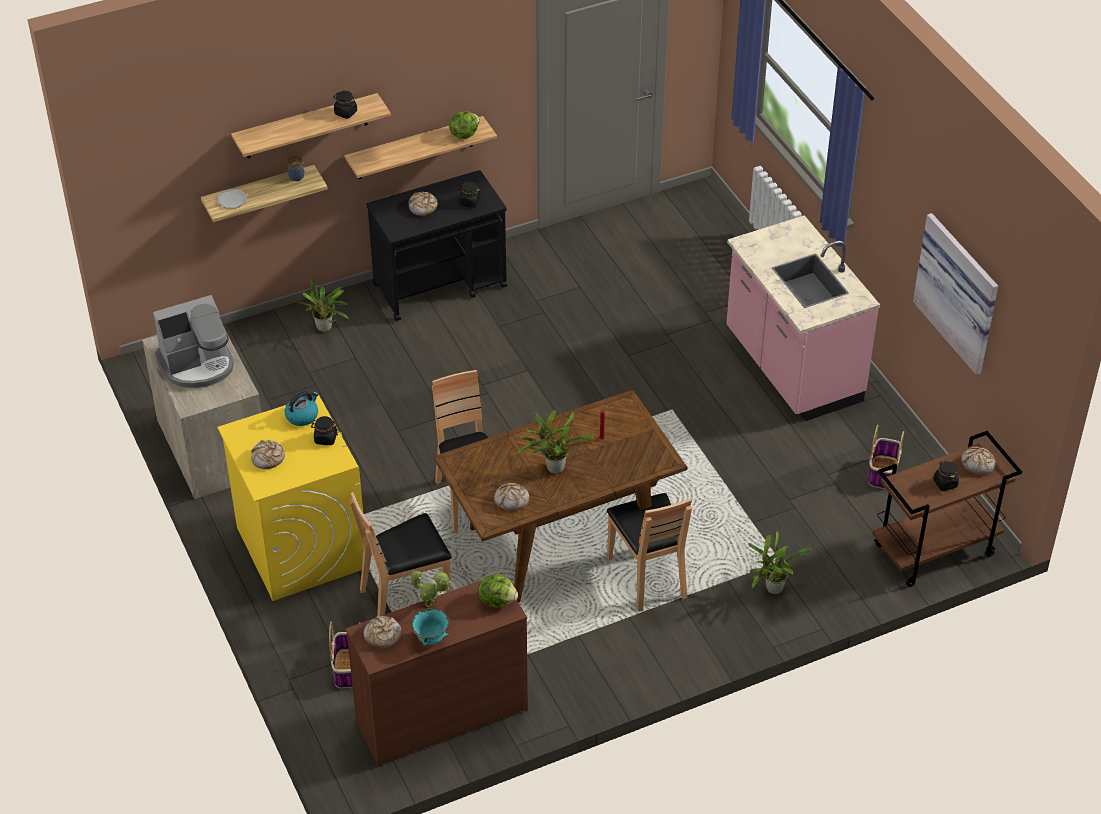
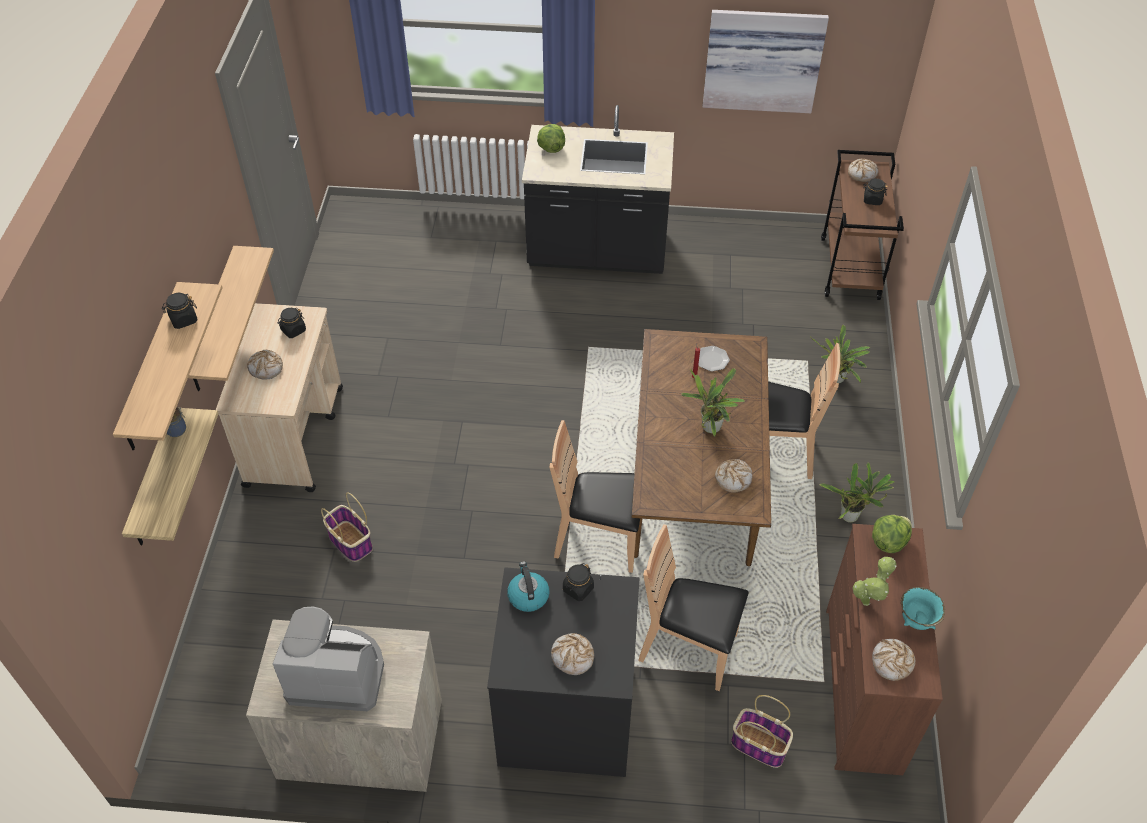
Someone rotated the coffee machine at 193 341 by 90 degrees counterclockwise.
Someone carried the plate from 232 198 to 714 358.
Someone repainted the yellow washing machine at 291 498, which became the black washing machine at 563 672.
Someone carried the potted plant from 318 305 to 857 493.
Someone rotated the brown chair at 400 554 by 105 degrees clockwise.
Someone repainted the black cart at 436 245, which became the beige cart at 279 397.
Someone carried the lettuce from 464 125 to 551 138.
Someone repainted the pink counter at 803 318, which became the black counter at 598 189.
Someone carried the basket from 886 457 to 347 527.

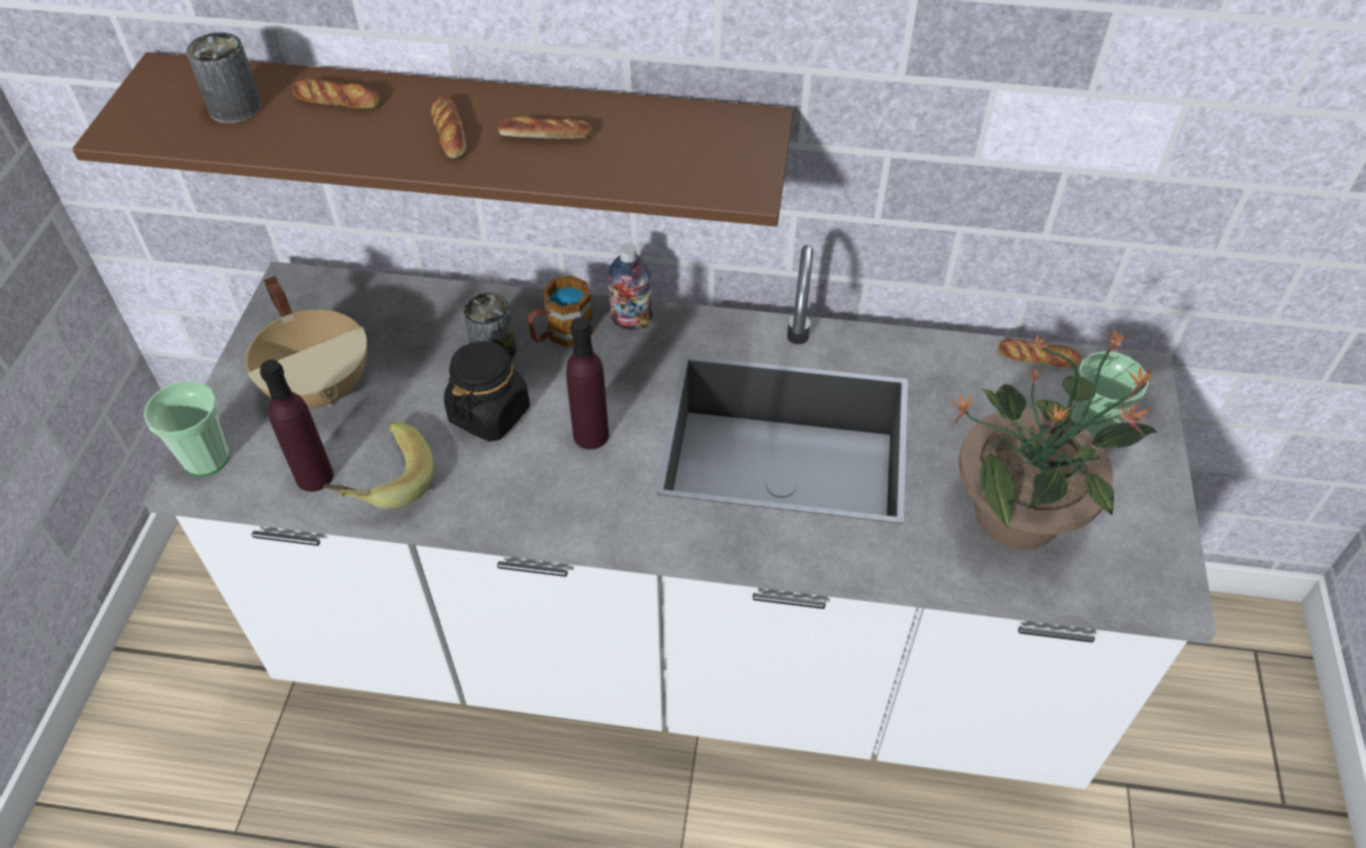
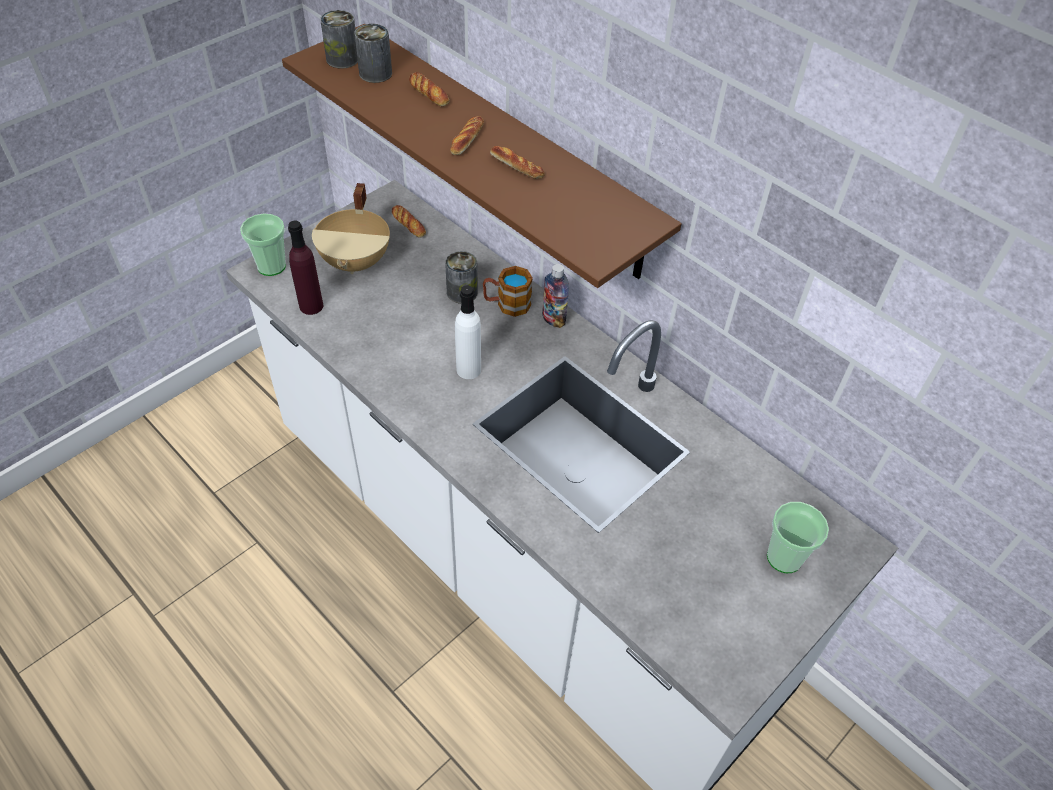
Someone took away the banana at 378 465.
Someone took away the black jar at 487 390.
Someone repainted the purple bottle at 587 383, which became the white bottle at 468 332.
Someone took away the potted plant at 1054 439.
Someone carried the bread from 1039 353 to 409 221.
Someone put down the can at 339 39.

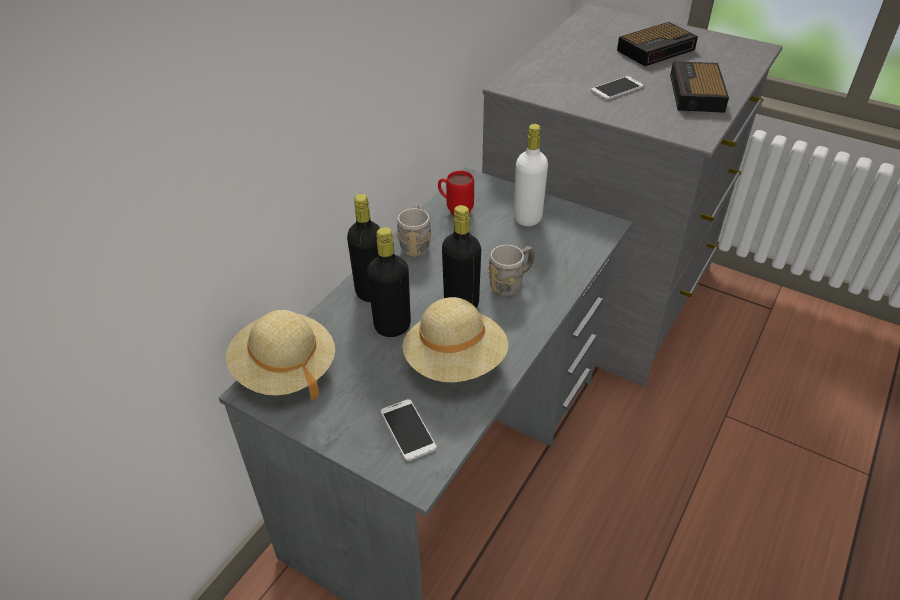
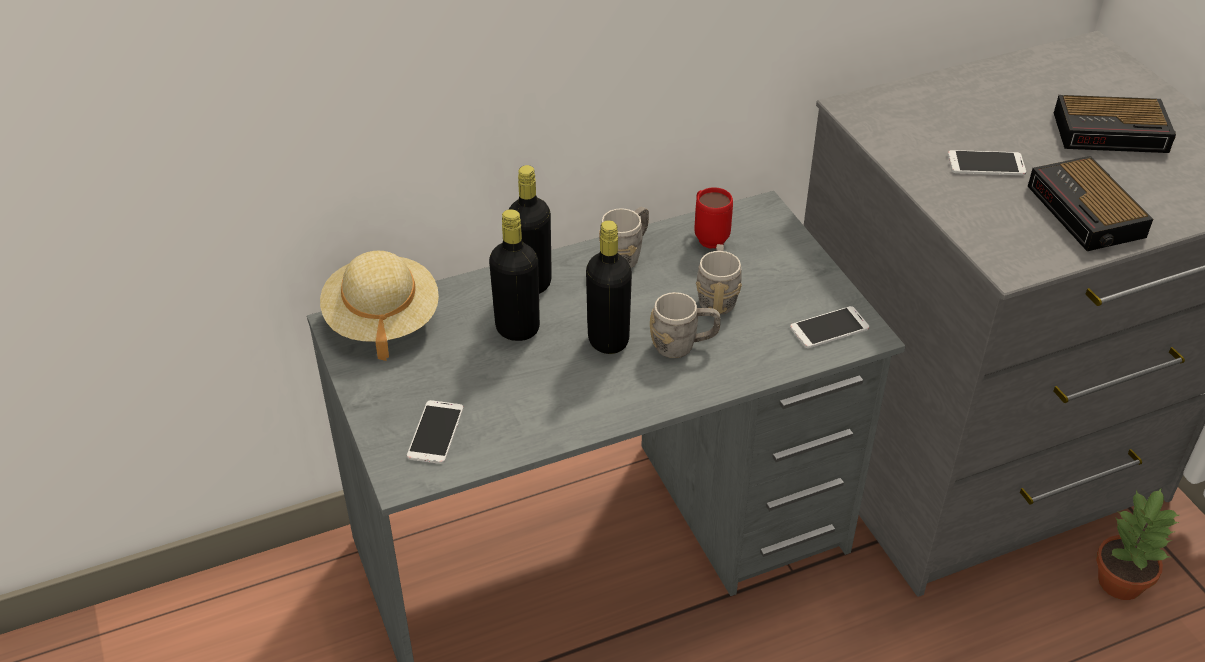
Someone took away the beige hat at 455 339.
Someone took away the white bottle at 531 175.
Someone rotated the alarm clock at 699 87 by 60 degrees counterclockwise.
Someone put down the grey mug at 719 279.
Someone put down the phone at 829 327.
Someone put down the potted plant at 1137 543.

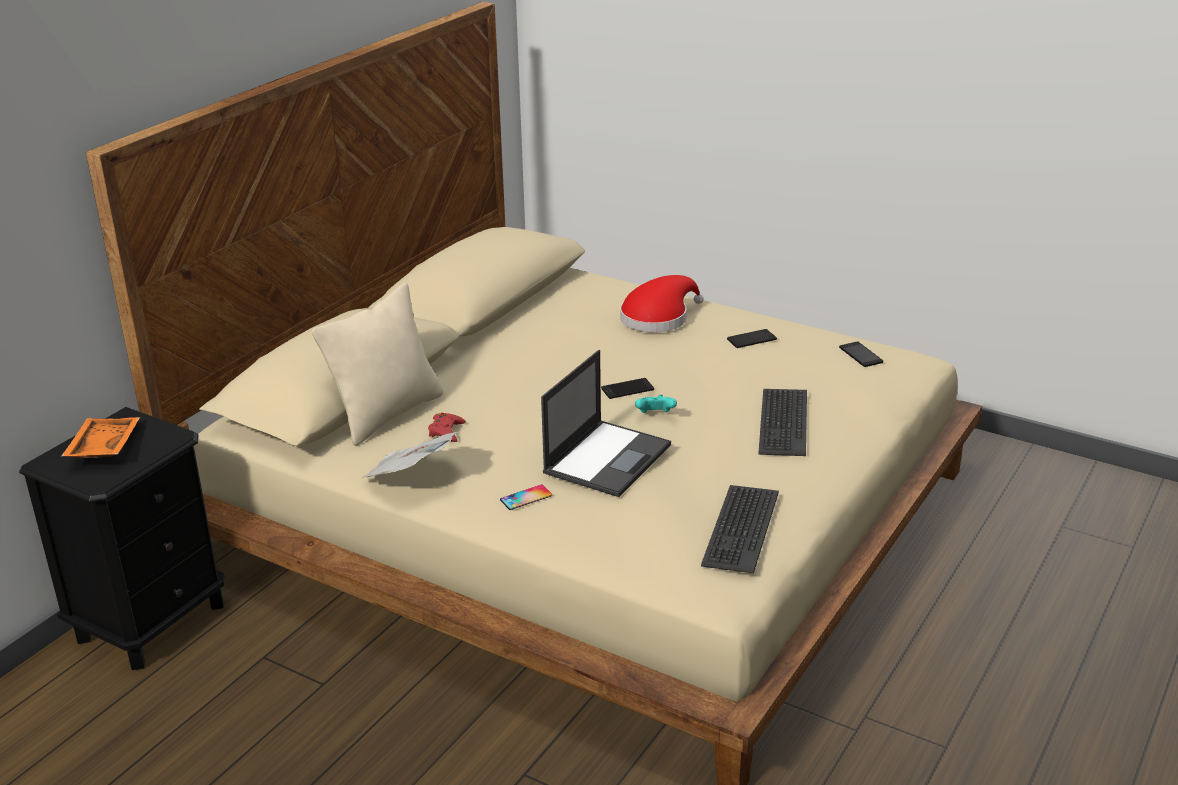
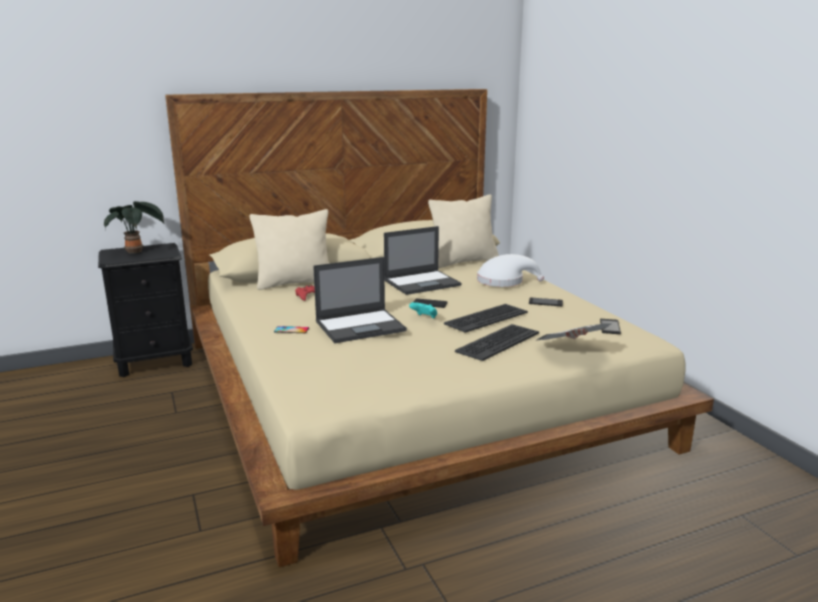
Someone swapped the orange tray at 100 438 for the potted plant at 134 227.
Someone carried the newspaper from 410 454 to 573 332.
Someone repainted the red hat at 662 303, which became the white hat at 510 270.
Someone carried the keyboard from 740 529 to 486 318.
Someone put down the laptop at 422 260.
Someone put down the beige pillow at 463 231.

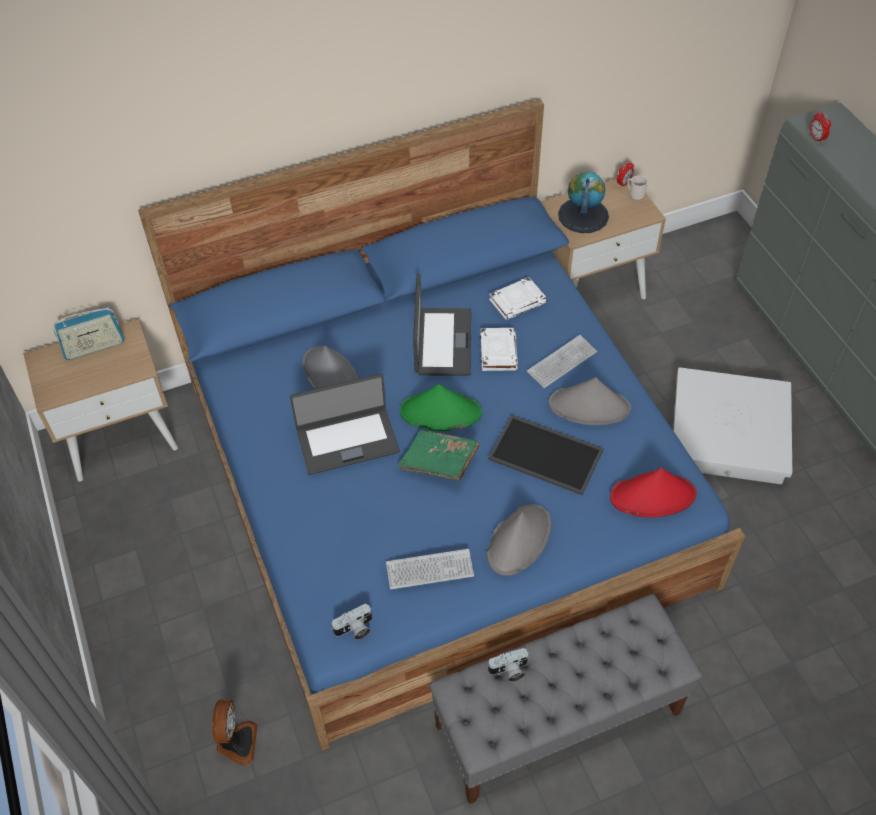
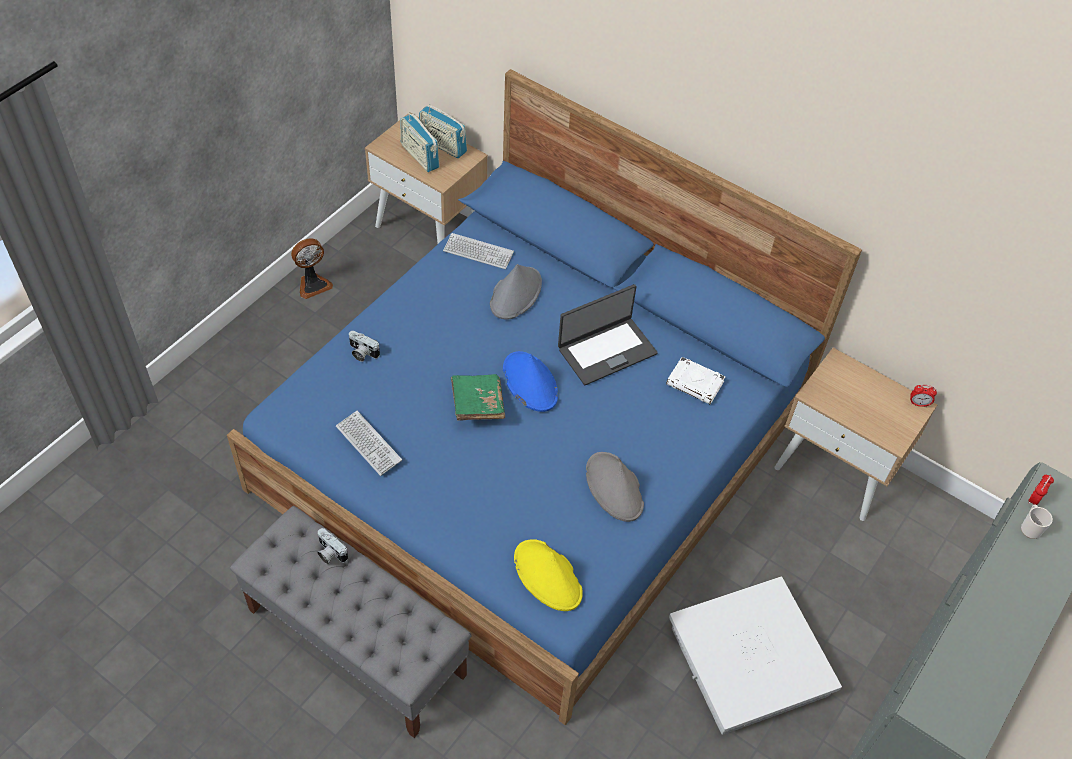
Someone carried the fan from 234 732 to 312 269.
Someone took away the laptop at 345 424.
Someone carried the photo camera from 351 622 to 364 346.
Someone repainted the green hat at 441 407, which became the blue hat at 530 381.
Someone took away the white book at 499 349.
Someone took away the grey hat at 519 540.
Someone took away the tray at 546 454.
Someone carried the keyboard from 562 361 to 478 251.
Someone took away the globe at 583 202.
Someone repainted the red hat at 653 493, which became the yellow hat at 548 575.
Someone carried the mug from 637 187 to 1037 522.
Someone put down the radio at 420 142.

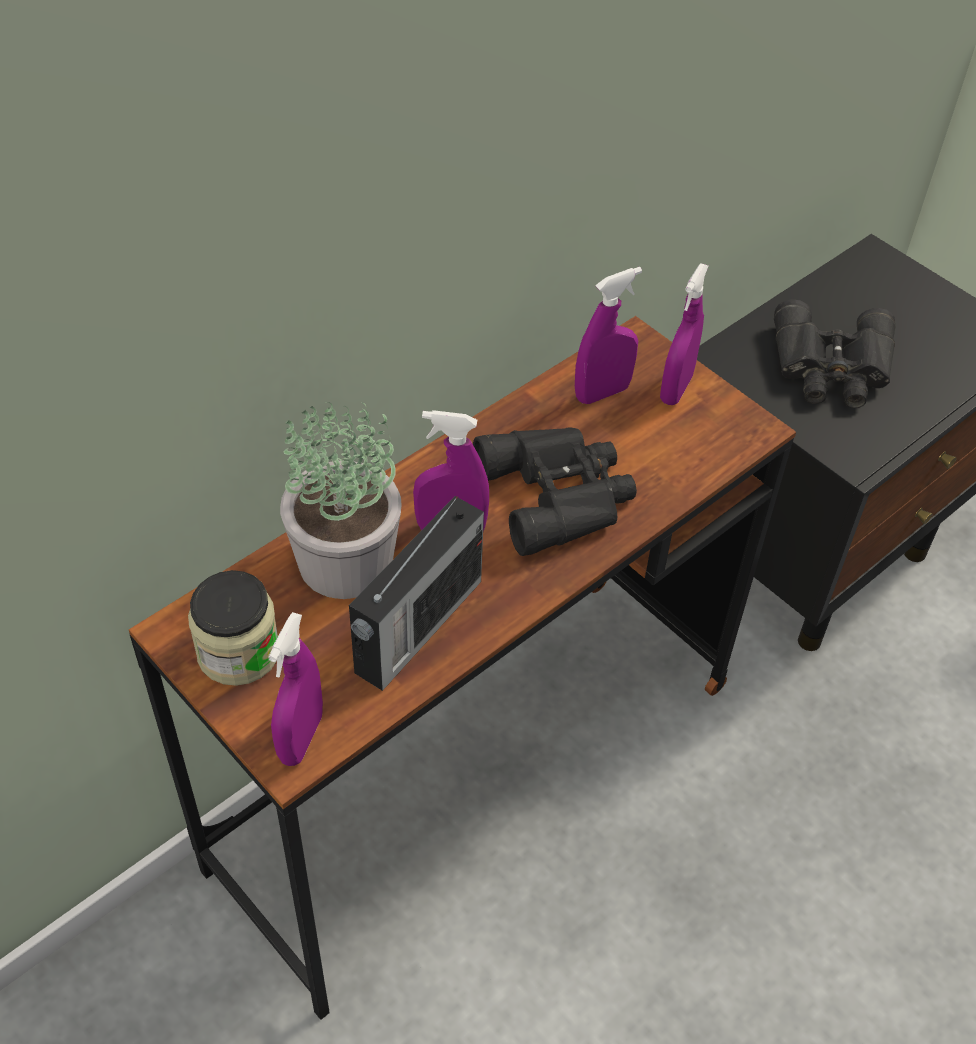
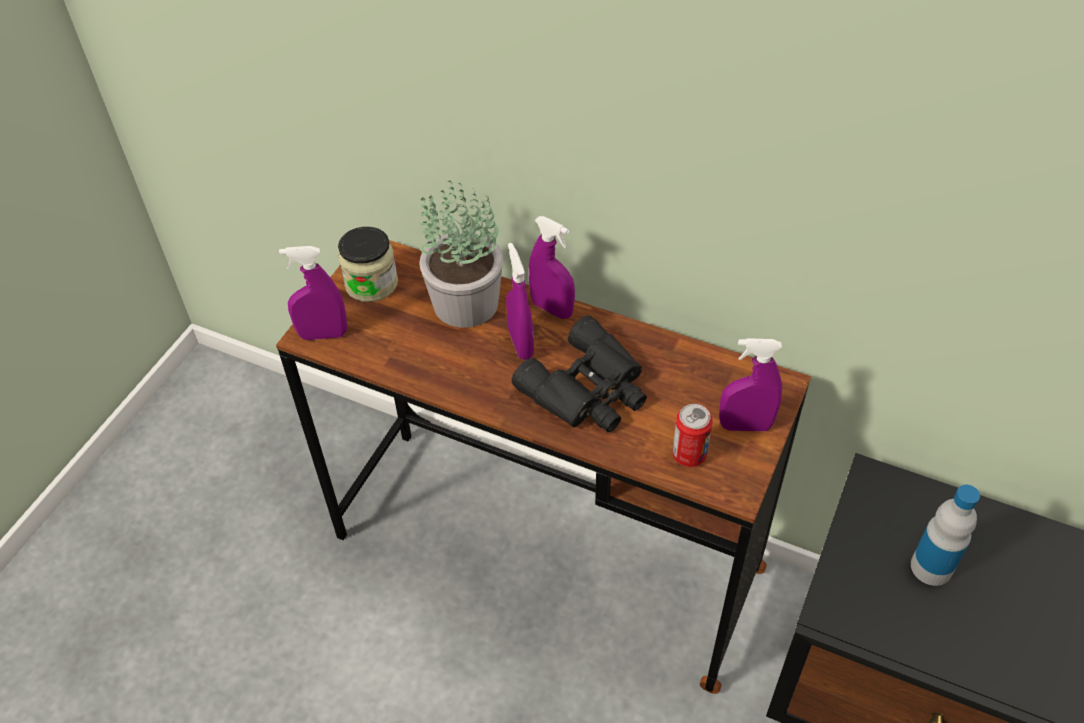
Someone took away the radio at 416 593.
Someone carried the purple spray bottle from 608 335 to 552 267.
Someone swapped the black binoculars at 834 354 for the bottle at 945 535.
Someone put down the can at 692 435.

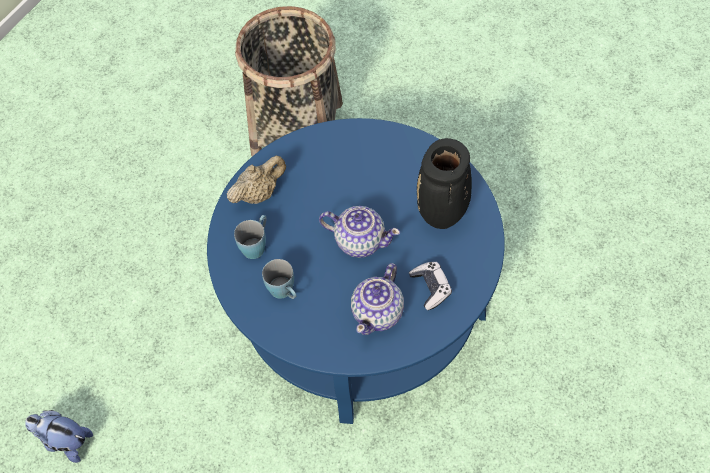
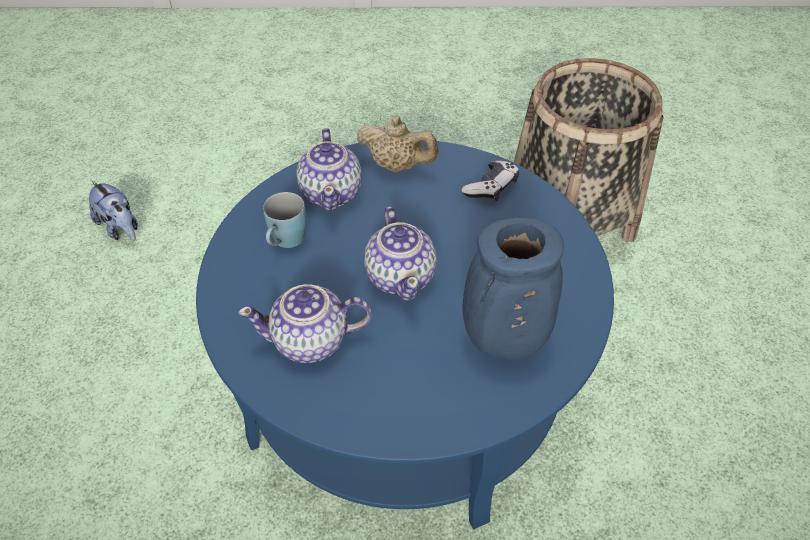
Someone rotated the plush toy at 59 436 by 150 degrees clockwise.
Someone swapped the blue mug at 250 237 for the teapot at 329 169.
Someone carried the game controller from 430 286 to 490 180.
Someone repainted the black vase at 444 183, which became the blue vase at 513 289.

